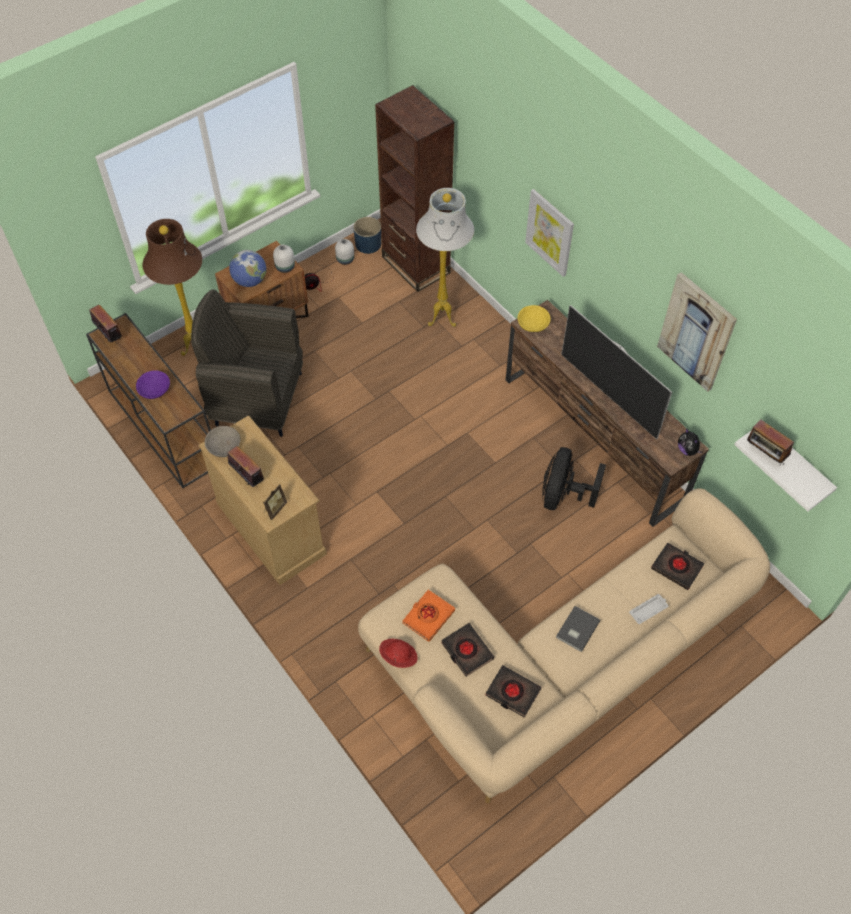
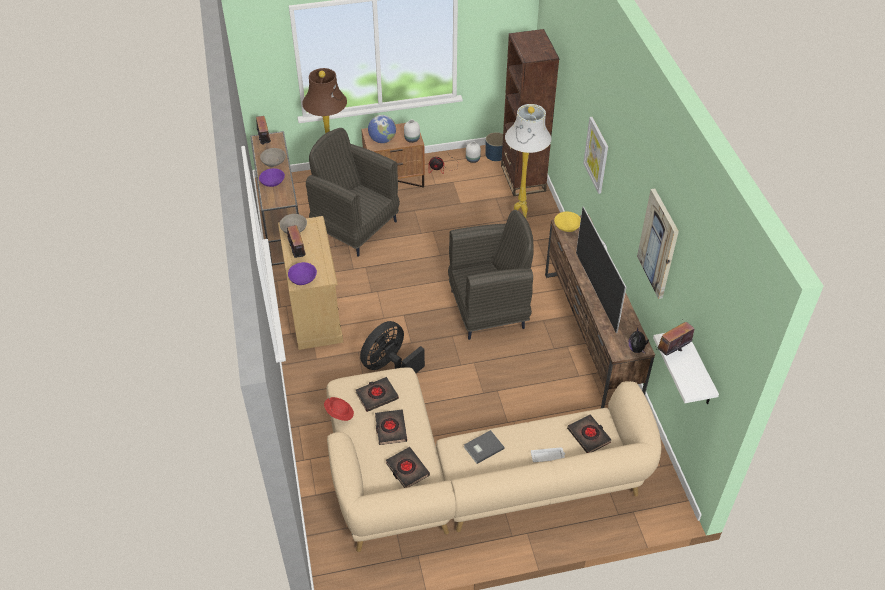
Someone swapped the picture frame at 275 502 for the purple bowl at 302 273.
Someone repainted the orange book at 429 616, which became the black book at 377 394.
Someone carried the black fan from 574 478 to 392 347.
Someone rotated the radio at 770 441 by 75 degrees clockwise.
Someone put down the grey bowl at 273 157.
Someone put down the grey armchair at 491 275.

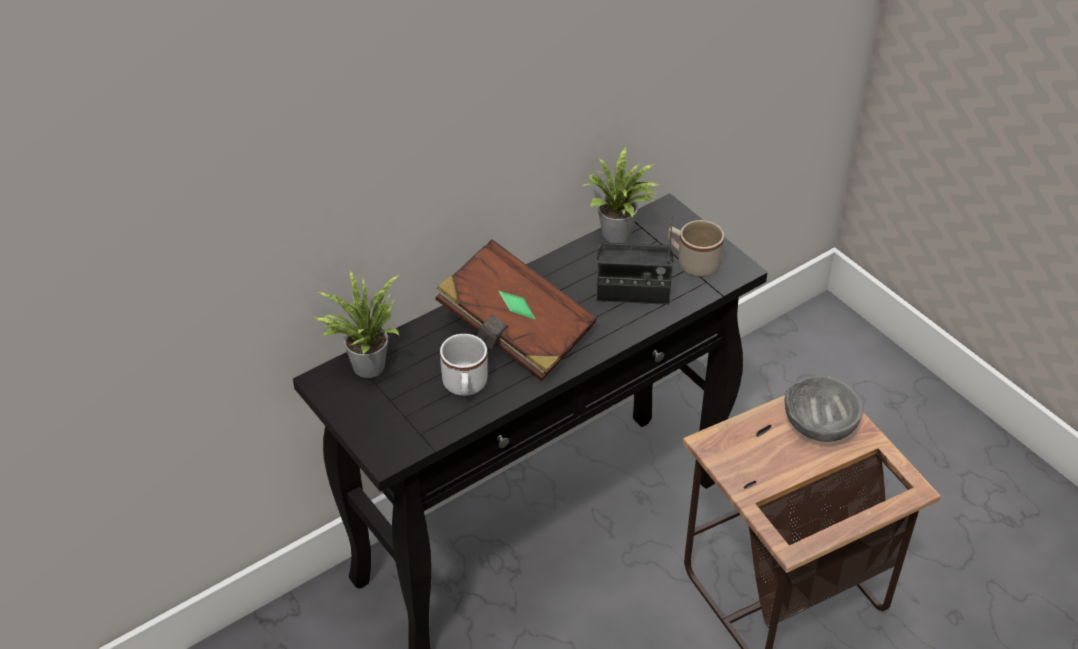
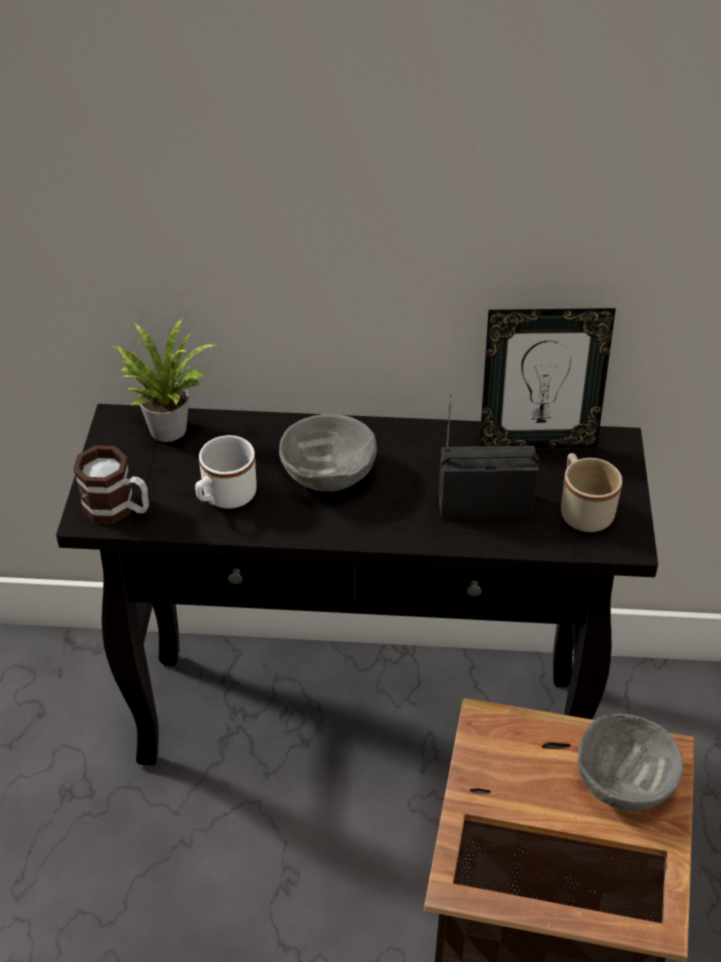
Someone swapped the brown book at 516 310 for the grey bowl at 328 453.
Someone swapped the potted plant at 621 194 for the picture frame at 547 378.
Someone rotated the radio at 635 261 by 135 degrees clockwise.
Someone put down the mug at 111 484.

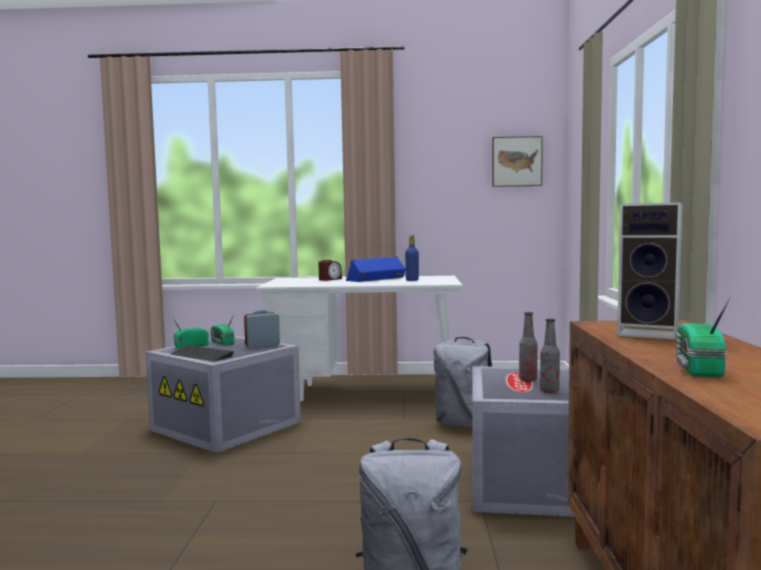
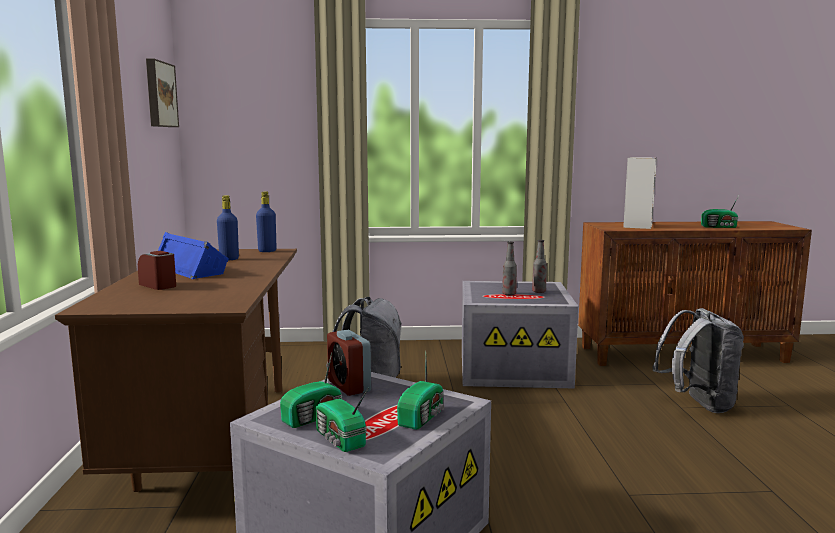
Someone swapped the keyboard at 202 353 for the radio at 420 391.
Someone repainted the white desk at 359 339, which became the brown desk at 176 370.
Someone put down the blue bottle at 266 222.

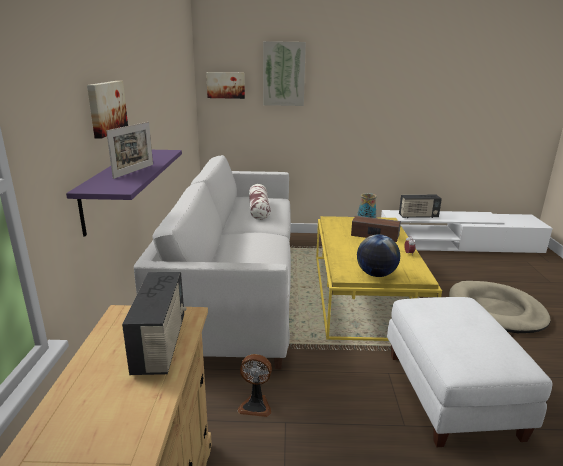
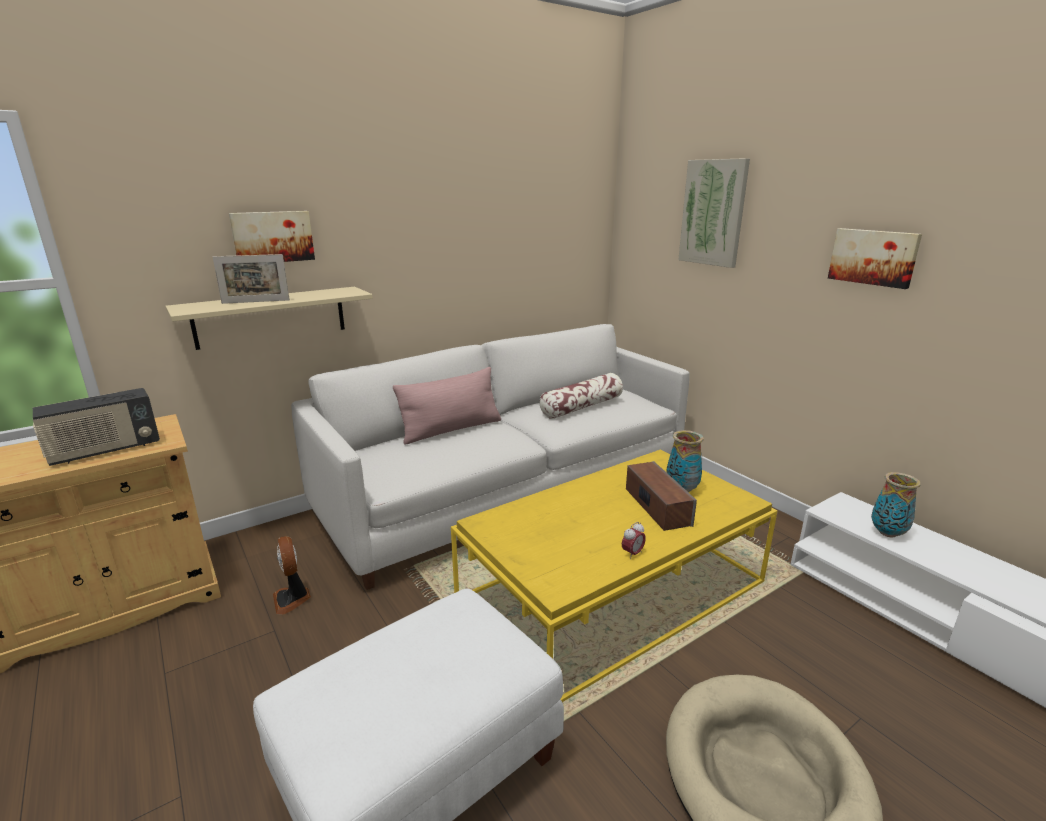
Someone repainted the purple shelf at 124 193, which became the beige shelf at 269 318.
Someone carried the picture from 225 85 to 875 258.
Someone took away the globe at 378 255.
Someone swapped the radio at 420 206 for the vase at 896 504.
Someone put down the pink pillow at 447 406.

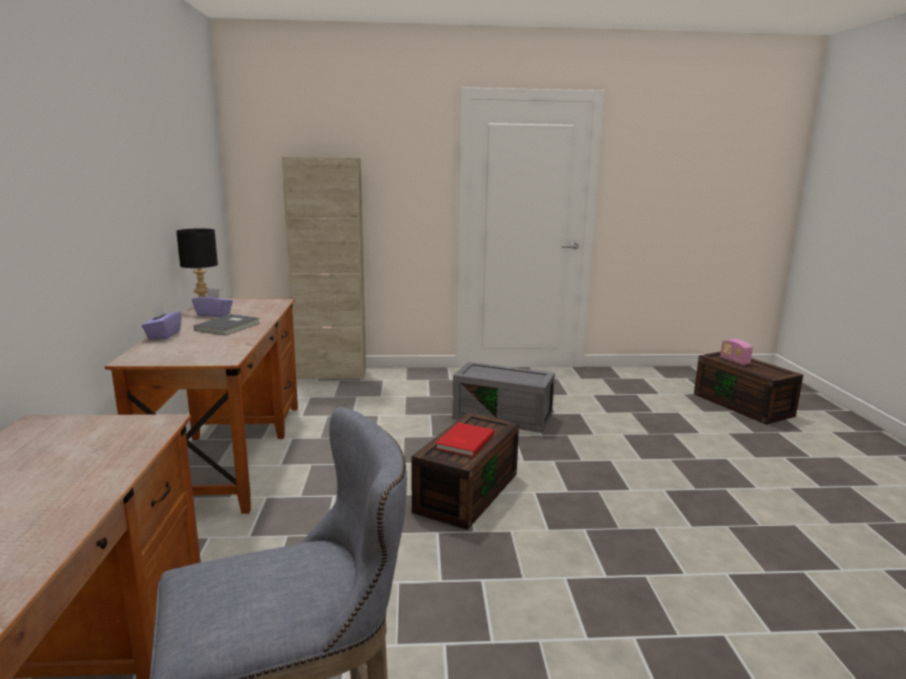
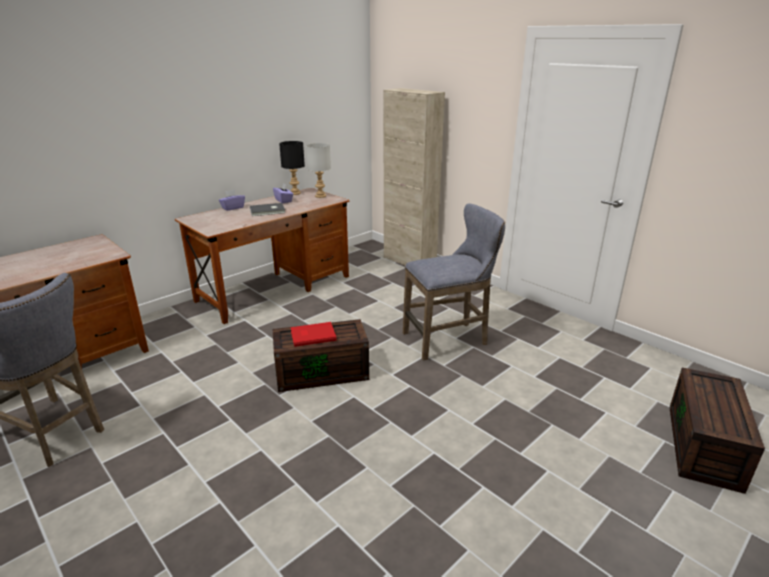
Someone swapped the grey storage box at 503 397 for the grey stool at 454 282.
Someone took away the radio at 736 352.
Someone put down the grey table lamp at 318 170.

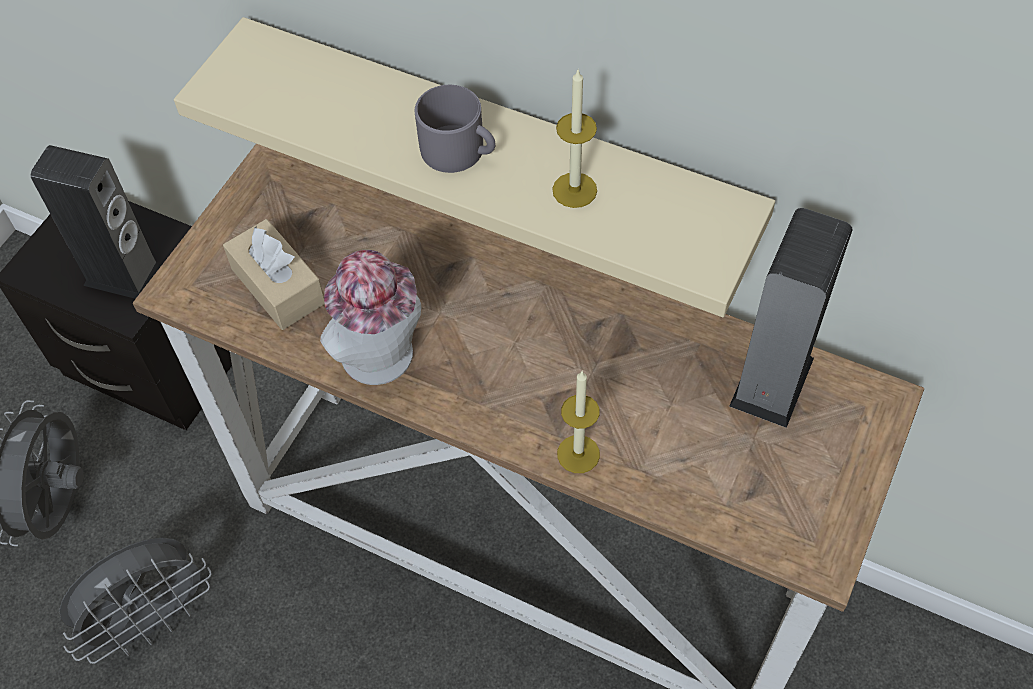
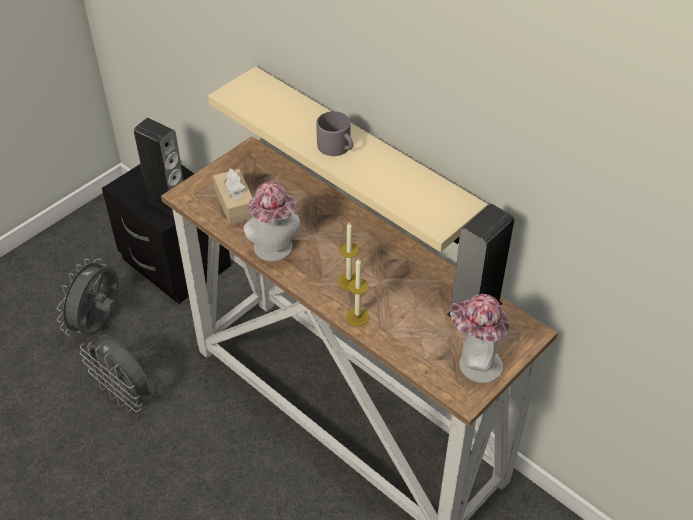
Someone rotated the grey fan at 135 601 by 60 degrees clockwise.
Someone carried the candle from 574 138 to 348 256.
Someone put down the hat at 479 338.

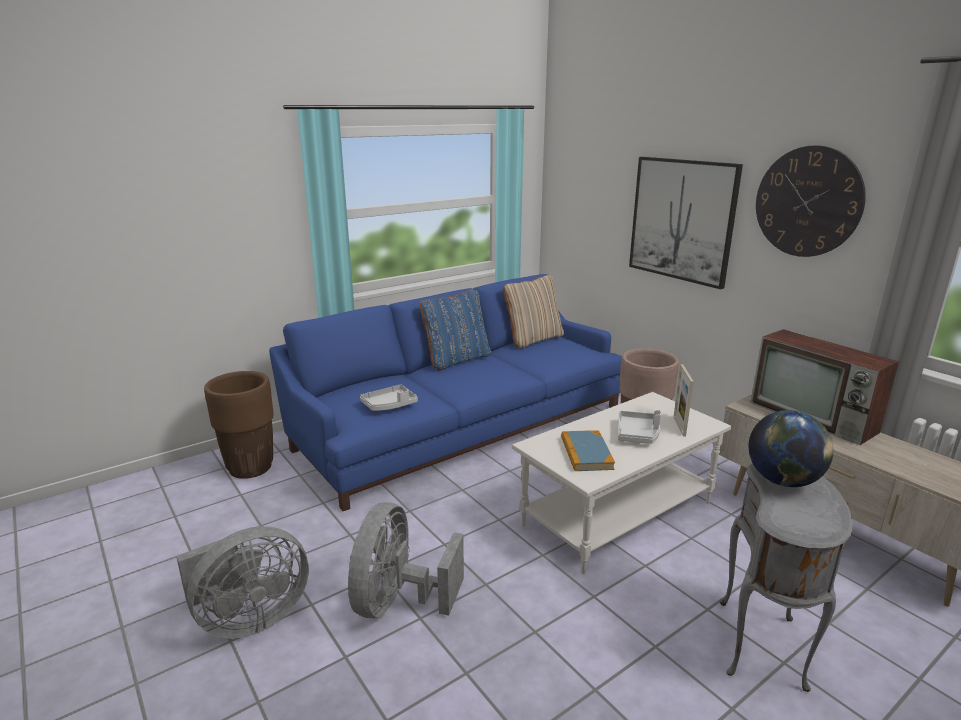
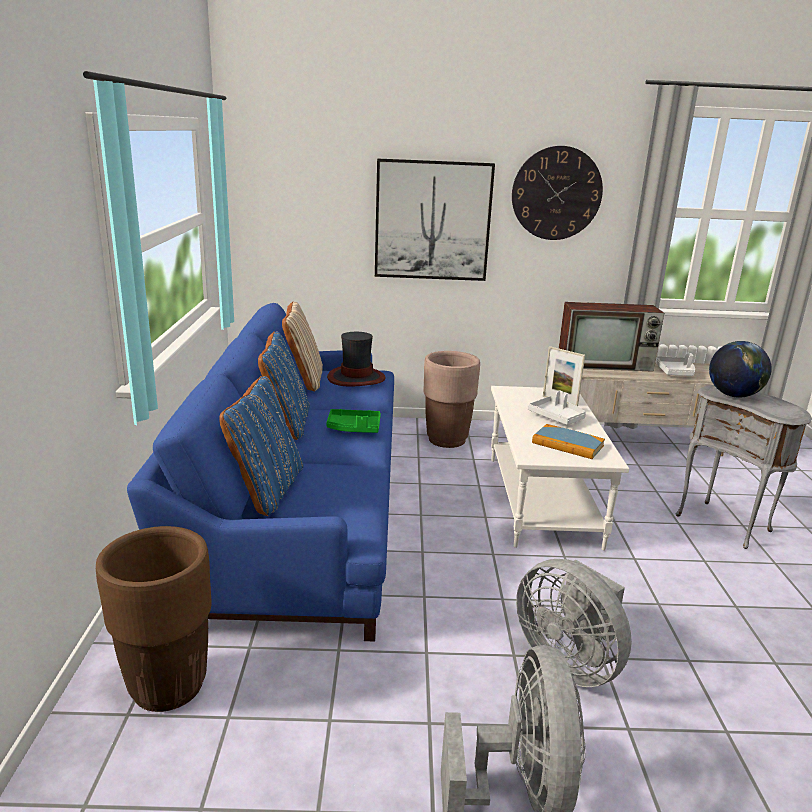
Someone carried the grey tray from 389 397 to 675 364.
Someone put down the blue pillow at 261 446.
Someone put down the green tray at 353 421.
Someone put down the hat at 356 359.

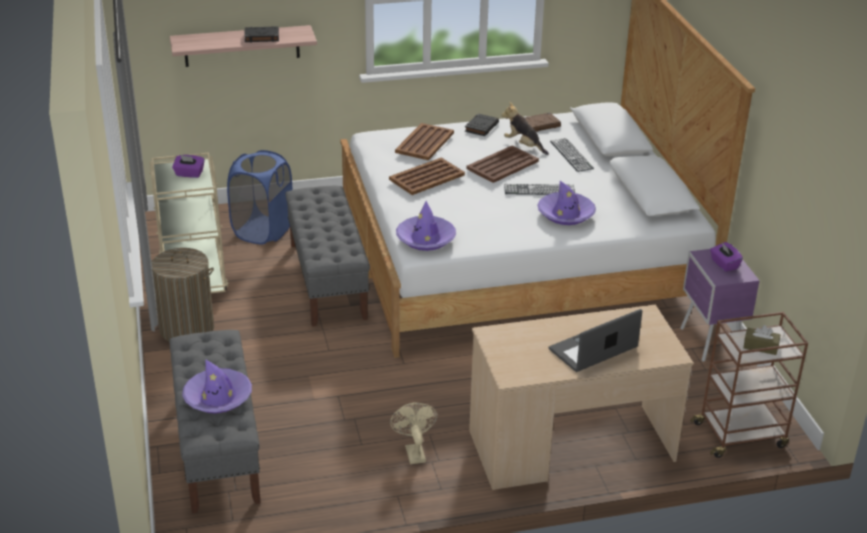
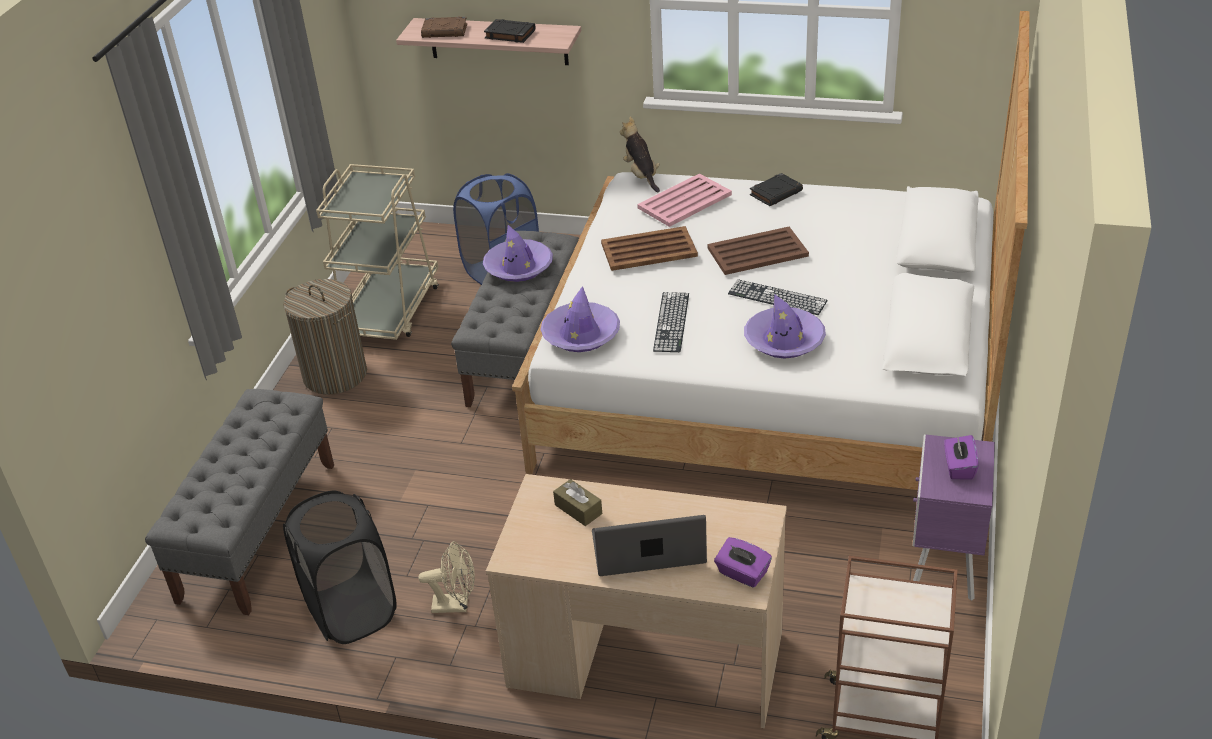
Someone carried the purple tissue box from 188 166 to 743 562.
Someone carried the purple hat from 217 386 to 518 253.
Someone rotated the beige fan at 413 433 by 75 degrees clockwise.
Someone repainted the brown tray at 424 141, which became the pink tray at 684 200.
Someone carried the plush toy from 525 128 to 640 155.
Someone carried the brown book from 542 122 to 444 27.
Someone carried the keyboard from 572 155 to 671 322.
Someone carried the brown tissue box from 762 340 to 577 502.
Someone put down the black laundry basket at 340 567.

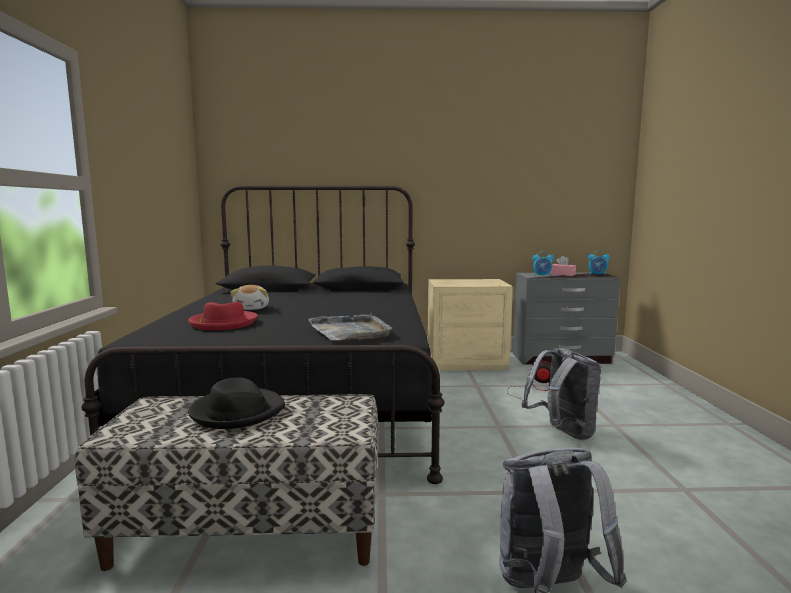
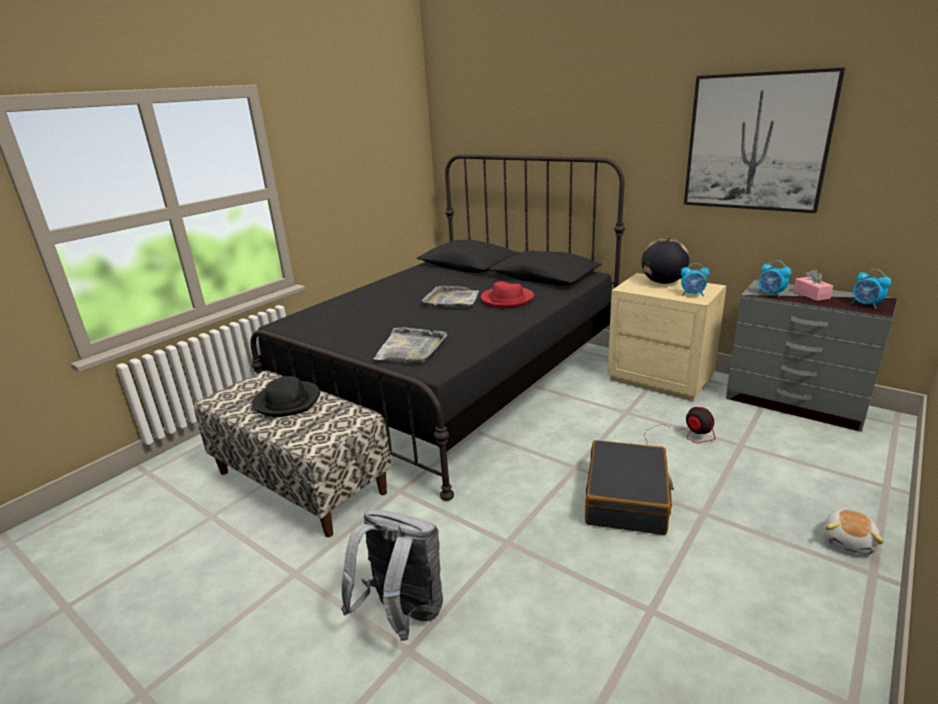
Someone carried the red hat from 223 316 to 507 294.
Someone carried the plush toy from 249 297 to 853 532.
Someone swapped the grey backpack at 561 394 for the black suitcase at 629 487.
Someone put down the grey tray at 450 296.
Someone put down the globe at 666 261.
Someone put down the alarm clock at 695 279.
Someone put up the picture at 764 140.

